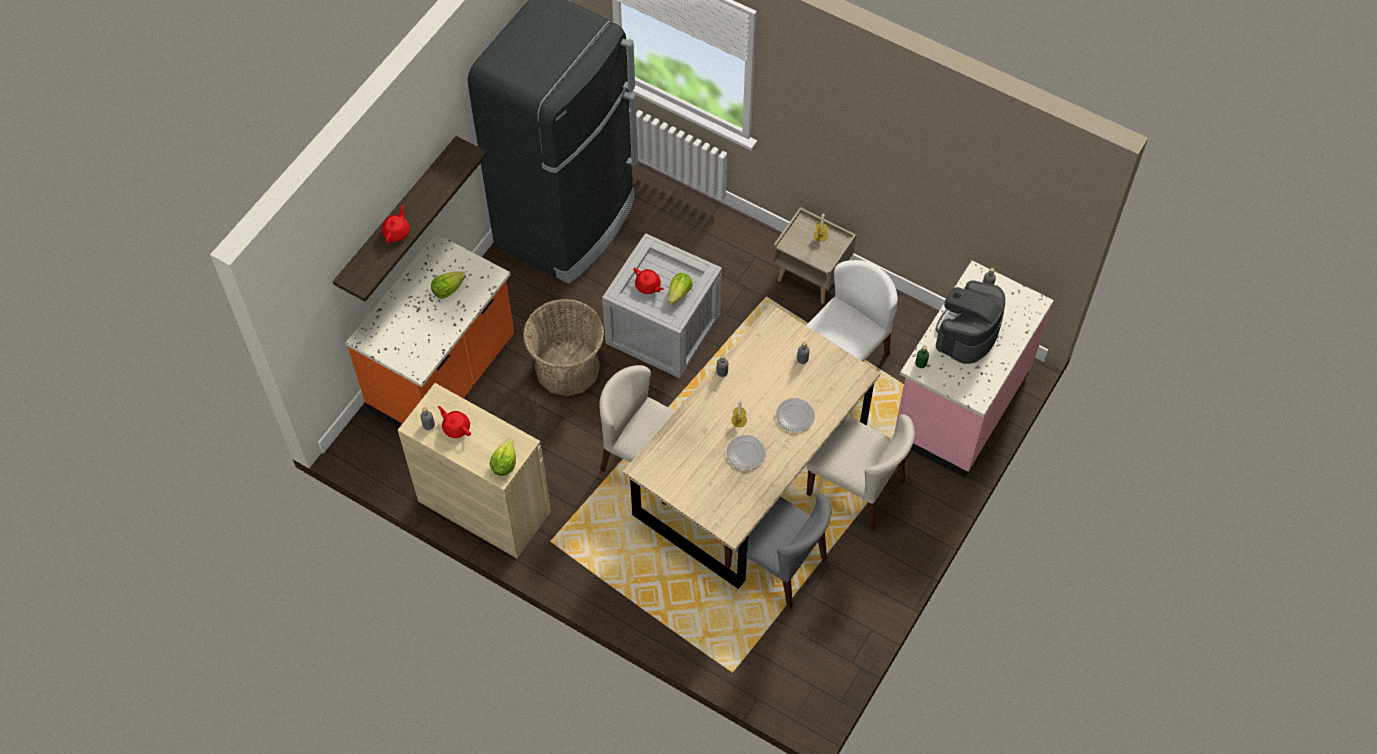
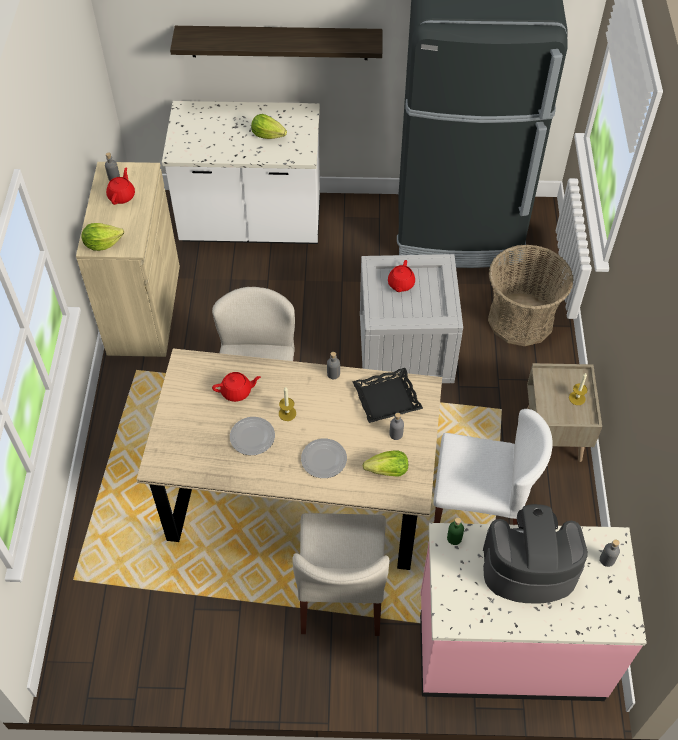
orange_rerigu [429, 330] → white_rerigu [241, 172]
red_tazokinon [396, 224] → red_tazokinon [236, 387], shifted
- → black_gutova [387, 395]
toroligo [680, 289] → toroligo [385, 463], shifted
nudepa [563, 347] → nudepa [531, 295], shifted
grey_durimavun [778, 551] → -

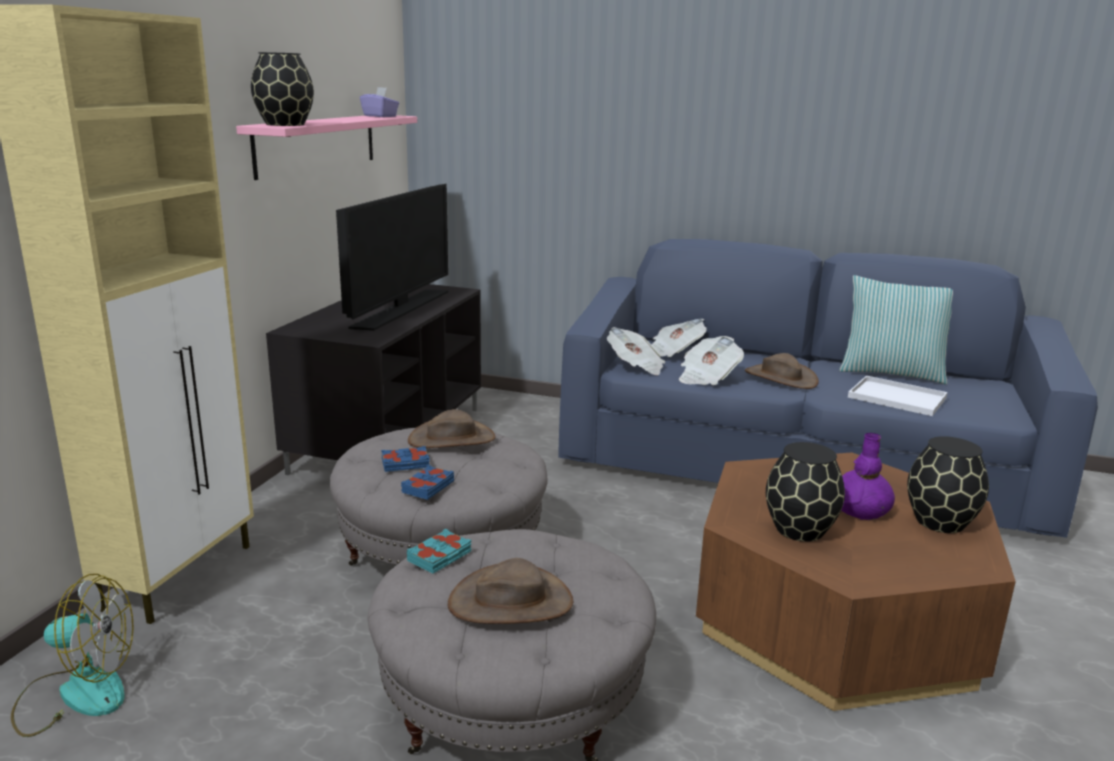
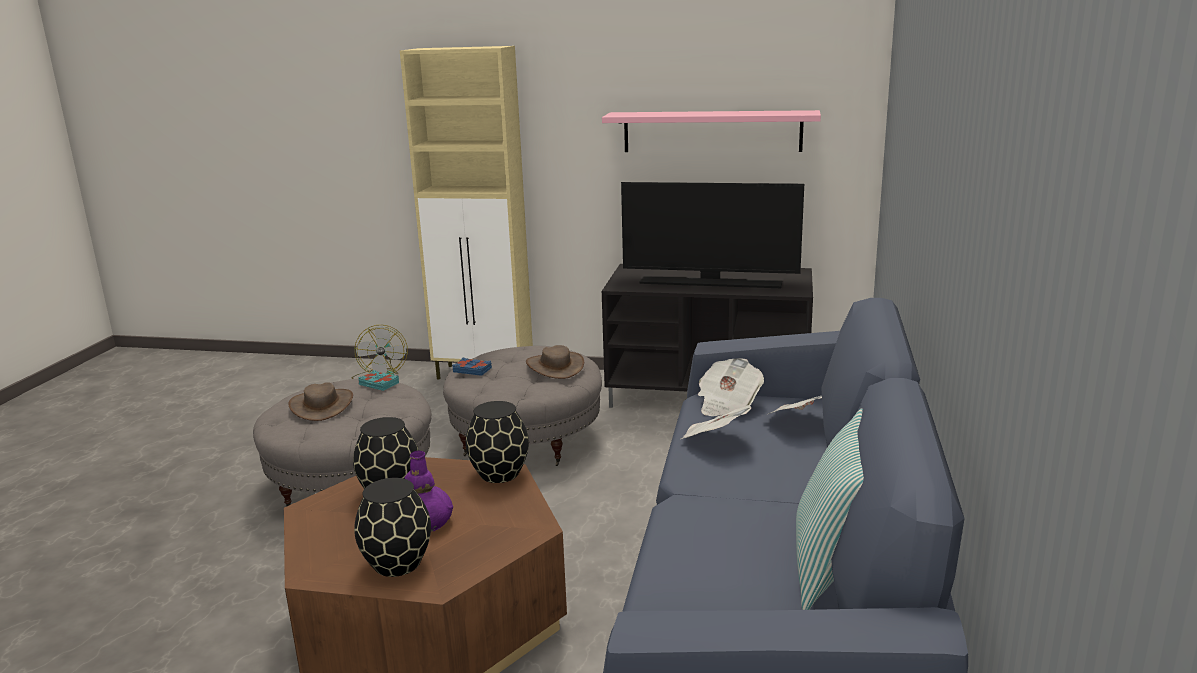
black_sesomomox [282, 89] → black_sesomomox [497, 442], shifted
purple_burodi [379, 102] → -
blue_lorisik [405, 459] → -
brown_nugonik [782, 371] → -
white_gutova [898, 396] → -

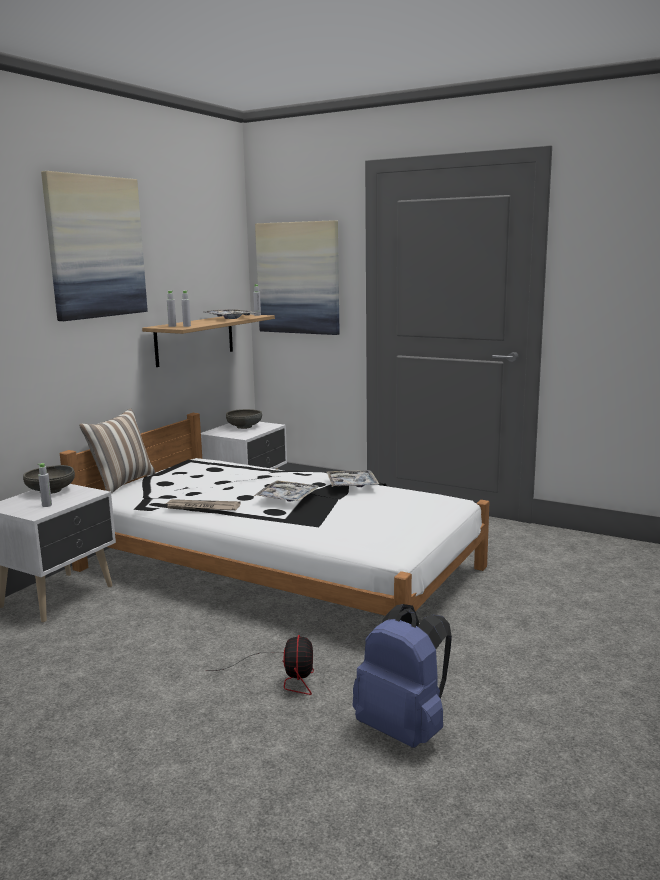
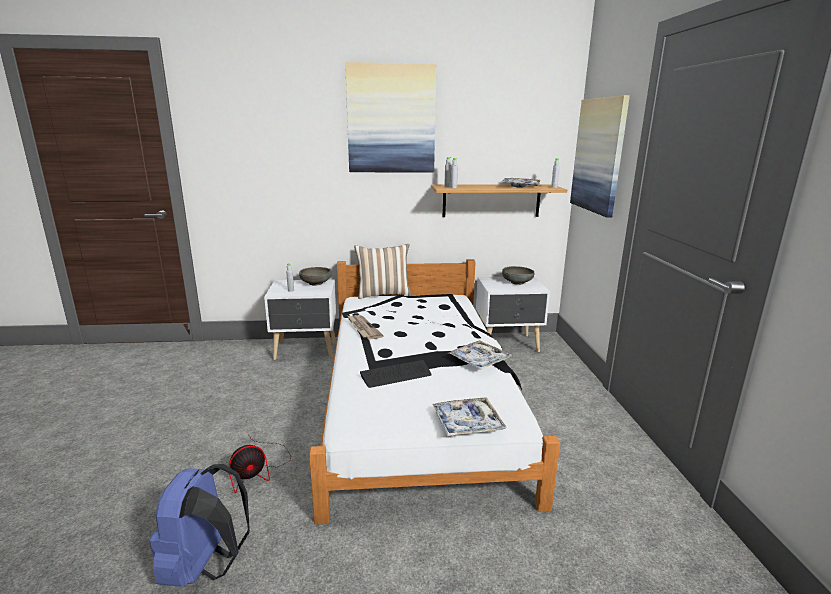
- → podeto [396, 374]
gutova [286, 491] → gutova [469, 416], shifted

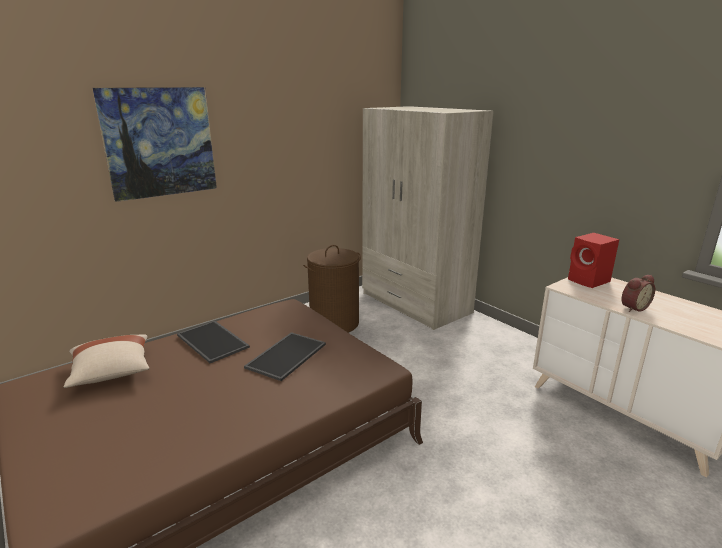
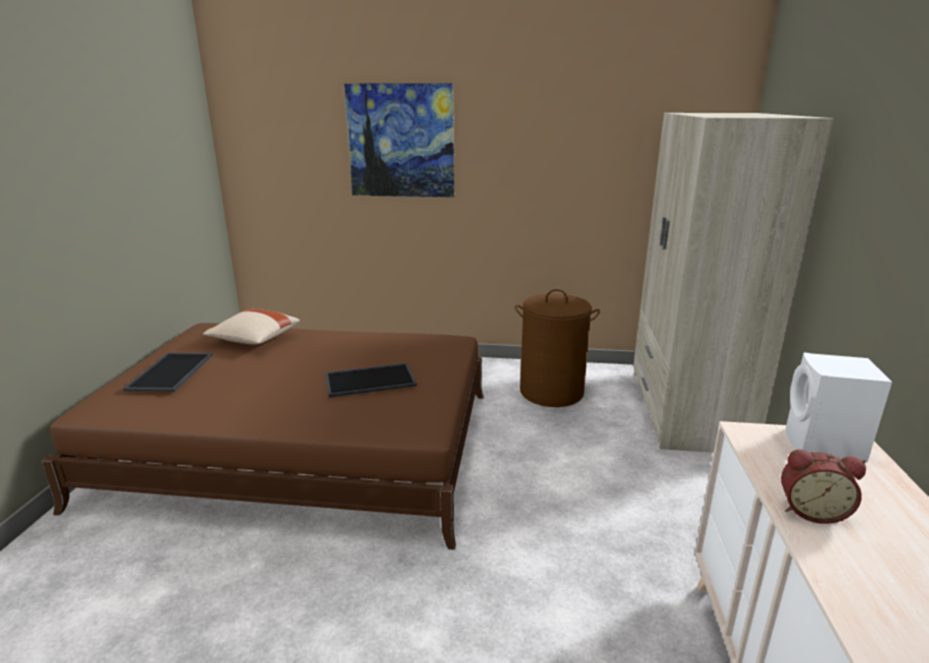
gutova [213, 342] → gutova [168, 372], shifted
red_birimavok [593, 260] → white_birimavok [839, 408]

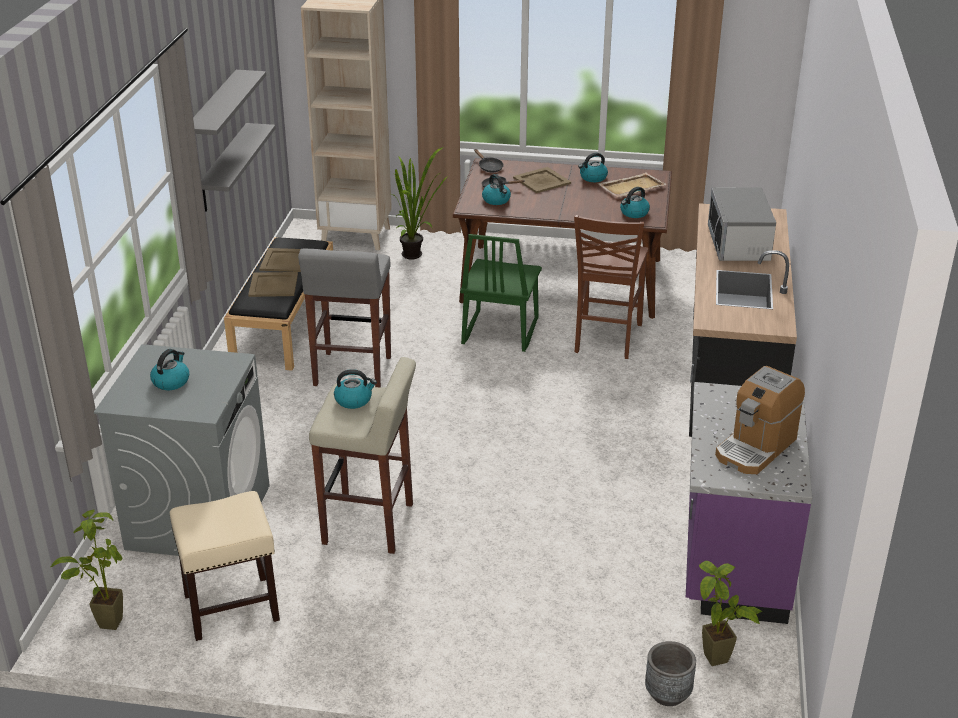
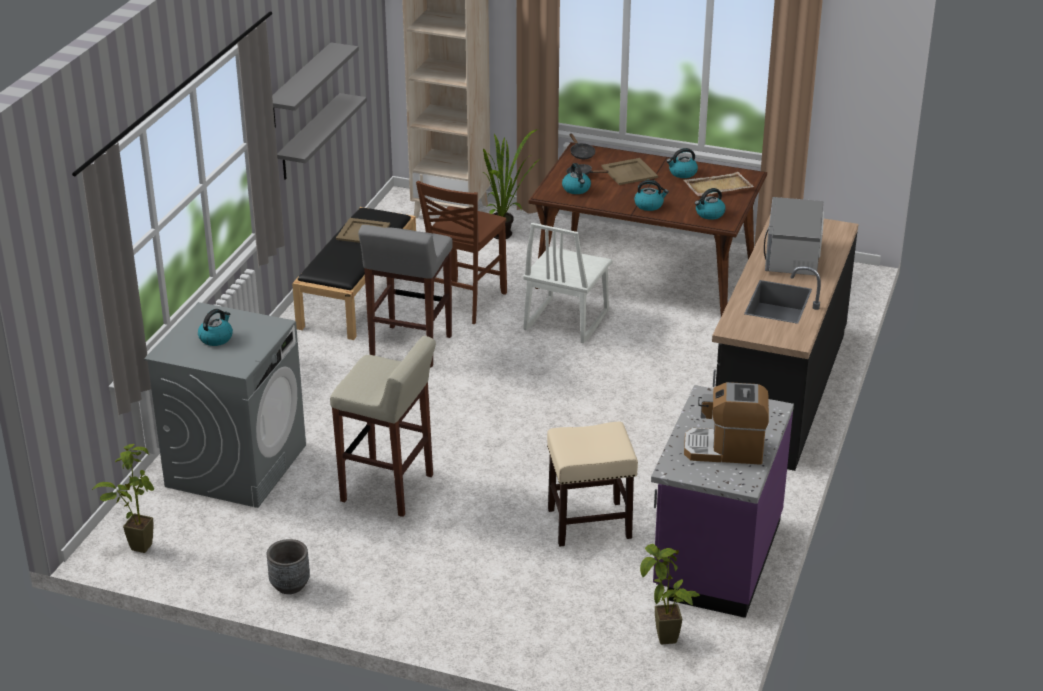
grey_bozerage [670, 673] → grey_bozerage [288, 566], shifted
brown_durimavun [611, 287] → brown_durimavun [461, 252], shifted
green_durimavun [501, 293] → white_durimavun [567, 283]
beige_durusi [225, 566] → beige_durusi [592, 484], shifted
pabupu [355, 389] → pabupu [651, 195], shifted
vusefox [760, 420] → vusefox [726, 423], 45 degrees clockwise
beige_gutova [273, 284] → -

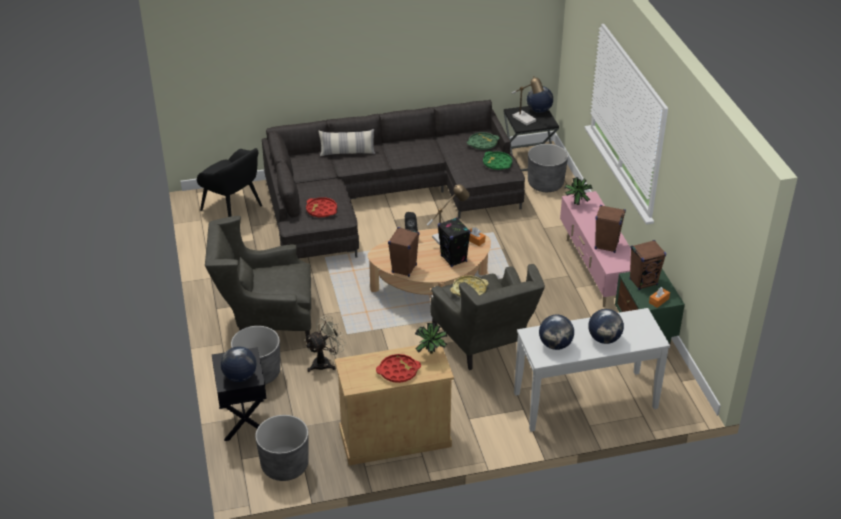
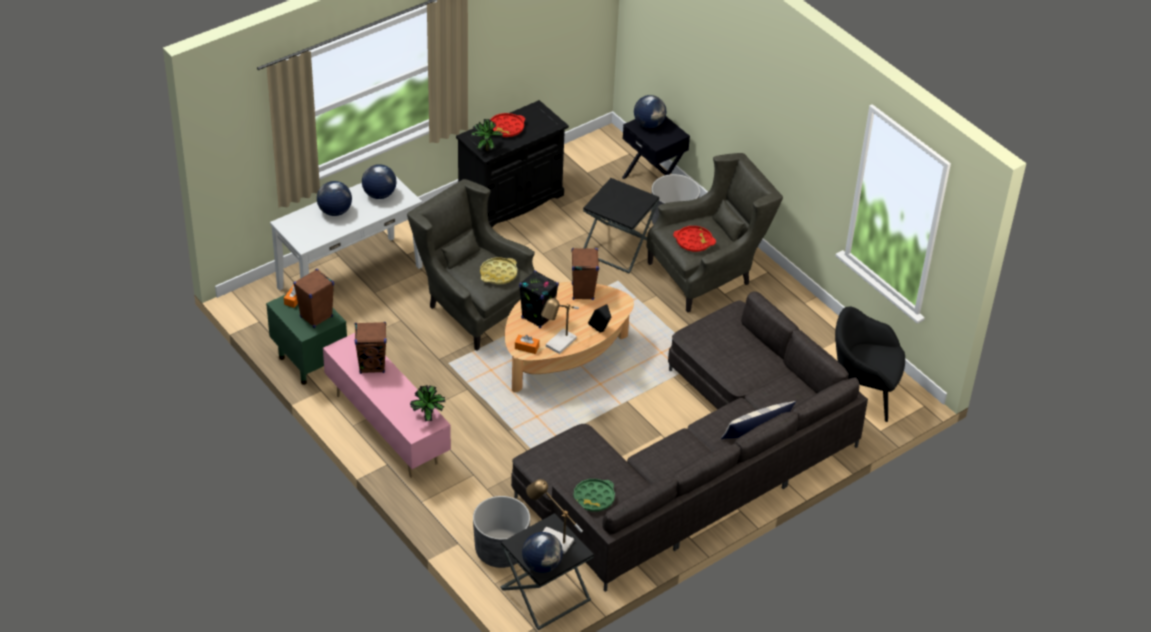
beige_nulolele [394, 405] → black_nulolele [512, 163]
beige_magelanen [325, 344] → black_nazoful [621, 225]
red_gutova [321, 207] → red_gutova [694, 239], shifted
grey_bozerage [282, 448] → -
green_gutova [497, 160] → -

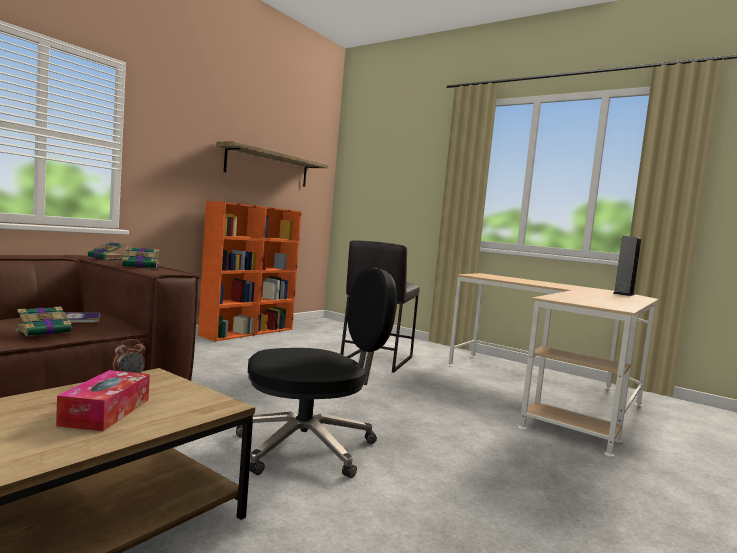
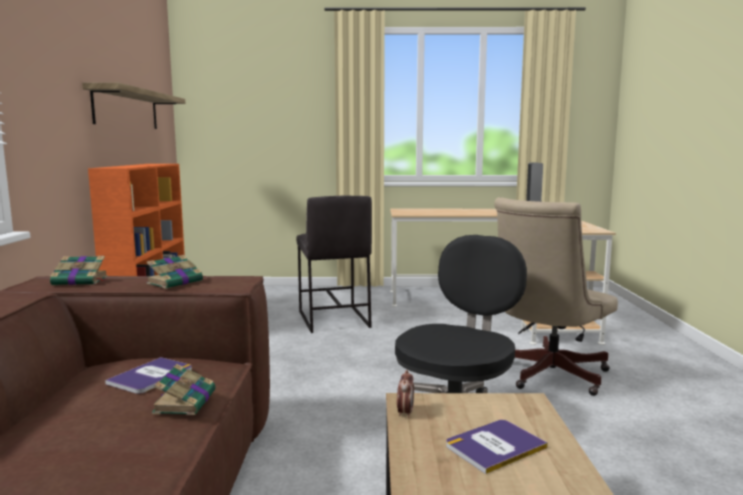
burodi [103, 400] → lorisik [497, 447]
- → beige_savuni [556, 296]

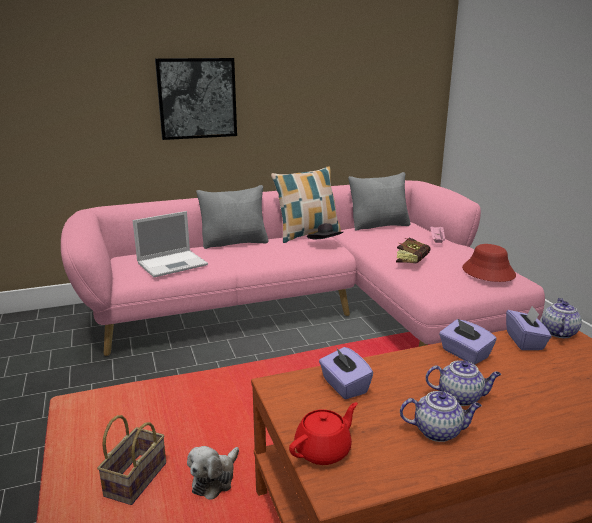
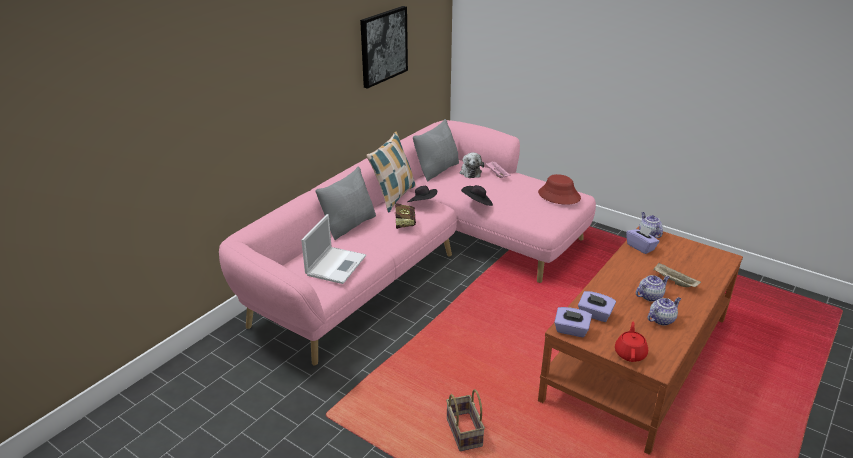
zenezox [196, 99] → zenezox [384, 47], shifted
lorisik [413, 250] → lorisik [405, 216], shifted
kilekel [213, 473] → kilekel [472, 165], shifted
- → black_nugonik [477, 195]
purple_burodi [467, 341] → purple_burodi [573, 322], shifted
- → beige_gutova [677, 275]

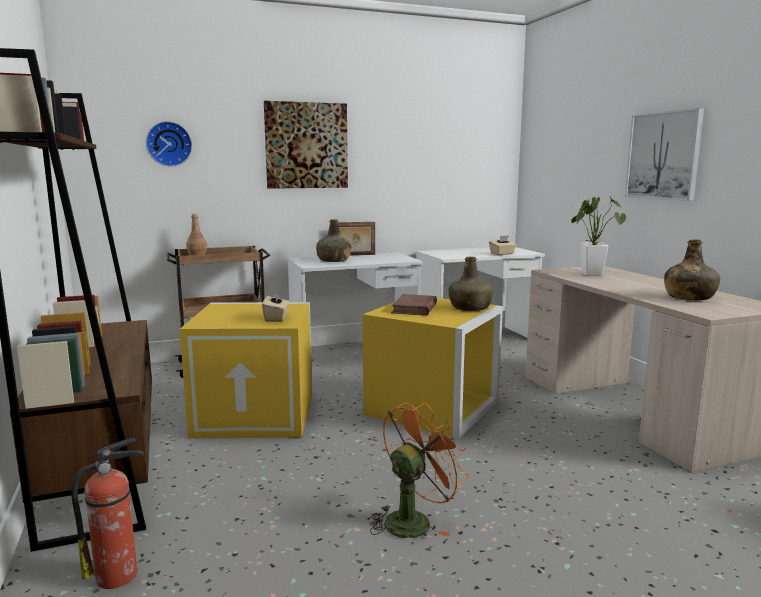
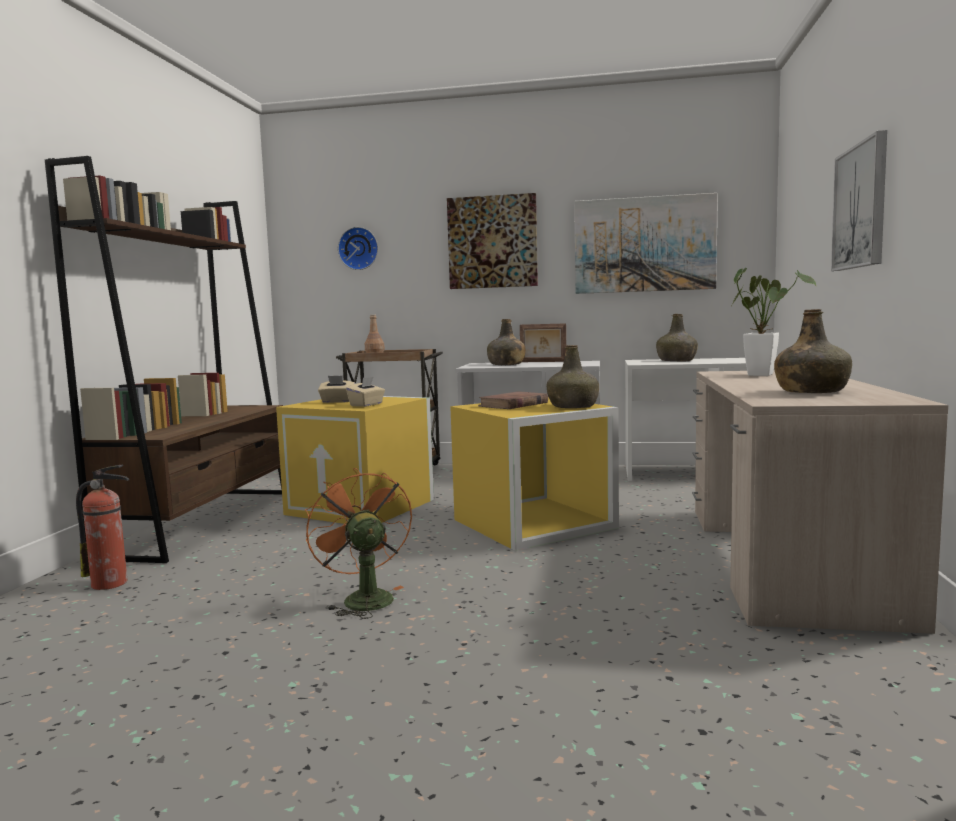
orange_magelanen [419, 470] → orange_magelanen [358, 543], 105 degrees counterclockwise
beige_burodi [502, 245] → beige_burodi [336, 389], shifted
- → zenezox [646, 243]
- → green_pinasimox [677, 338]

